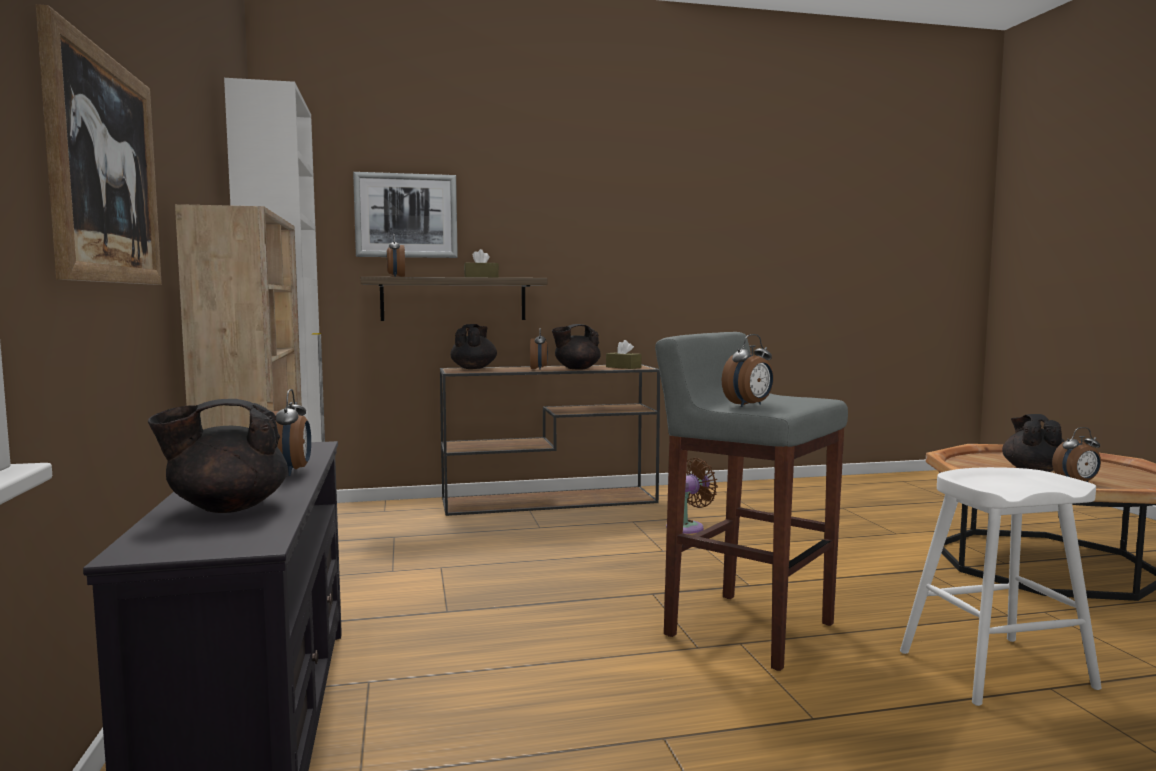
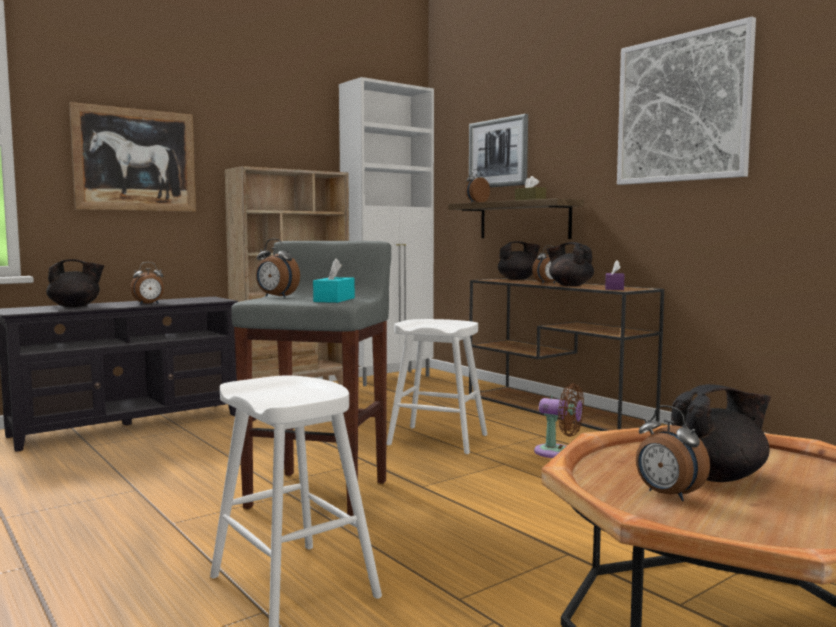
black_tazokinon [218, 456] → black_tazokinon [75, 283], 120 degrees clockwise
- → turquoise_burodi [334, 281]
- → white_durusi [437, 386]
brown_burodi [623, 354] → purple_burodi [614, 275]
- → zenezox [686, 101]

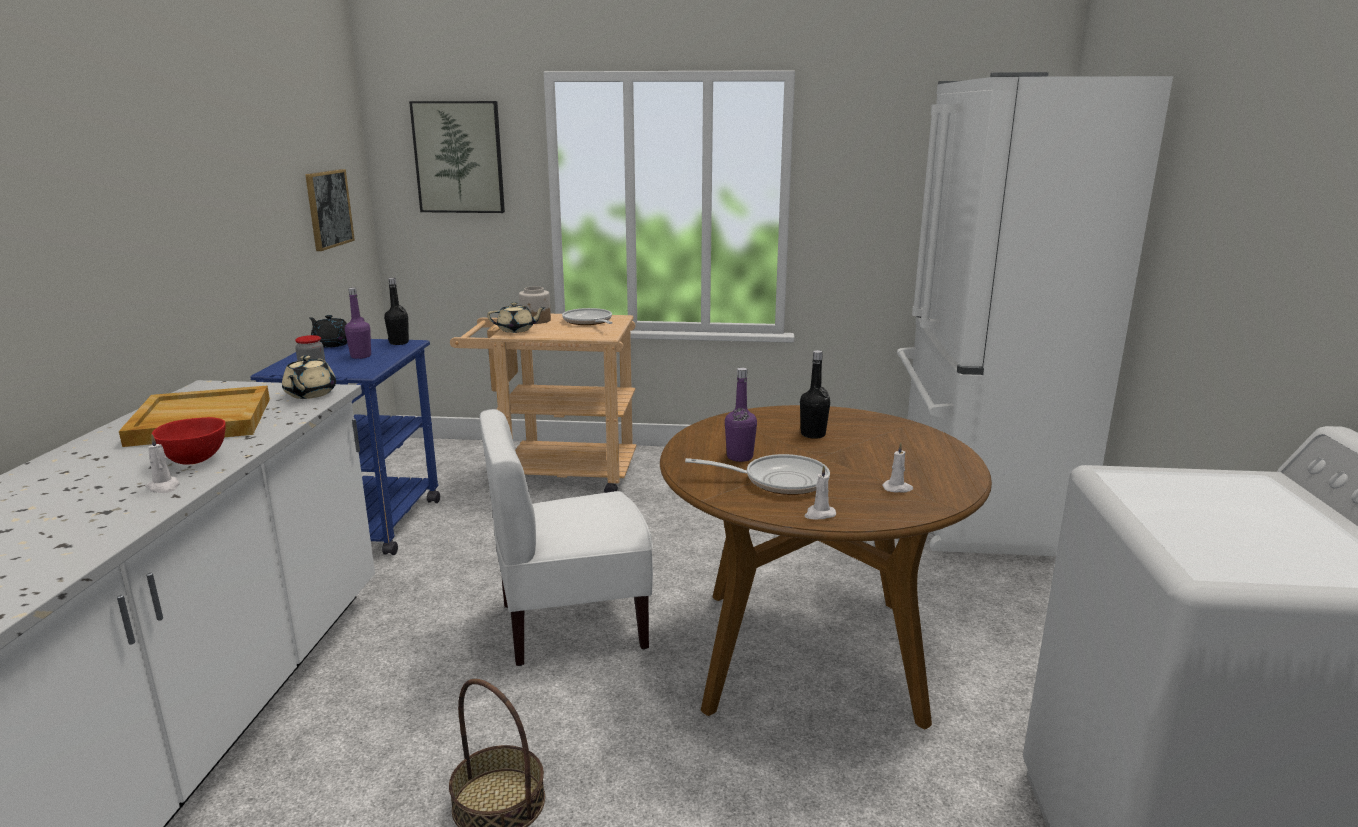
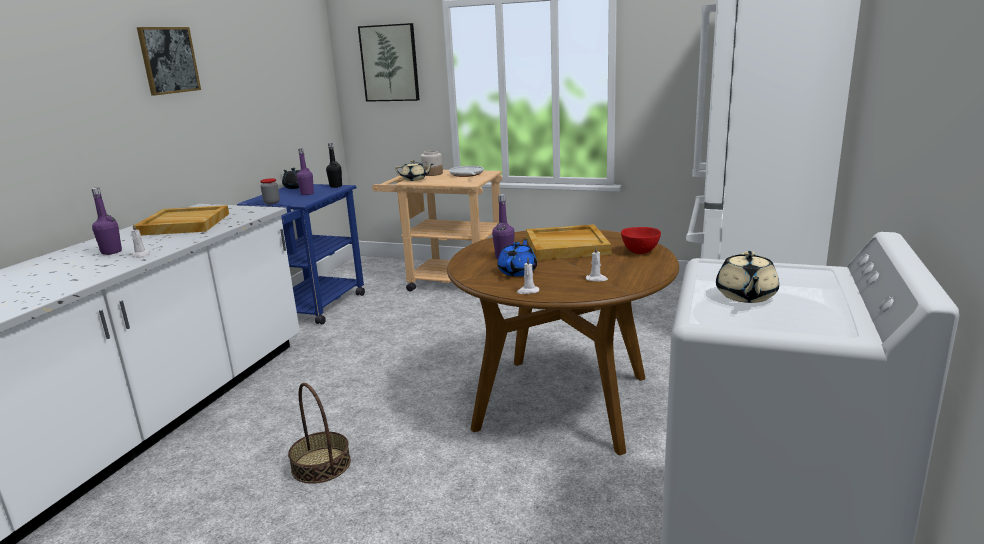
- → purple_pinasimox [107, 221]
zenezox [330, 210] → zenezox [169, 61], shifted
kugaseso [757, 474] → blue_tazokinon [517, 257]
black_pinasimox [815, 394] → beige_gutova [569, 242]
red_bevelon [189, 441] → red_bevelon [641, 240], shifted
beige_tazokinon [309, 377] → beige_tazokinon [747, 277], shifted
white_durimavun [566, 537] → -

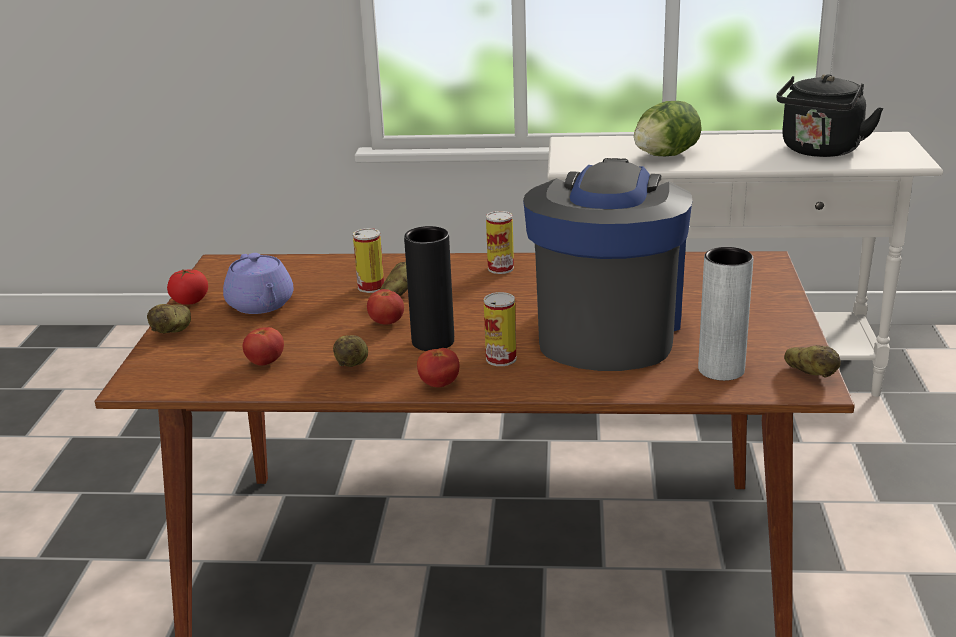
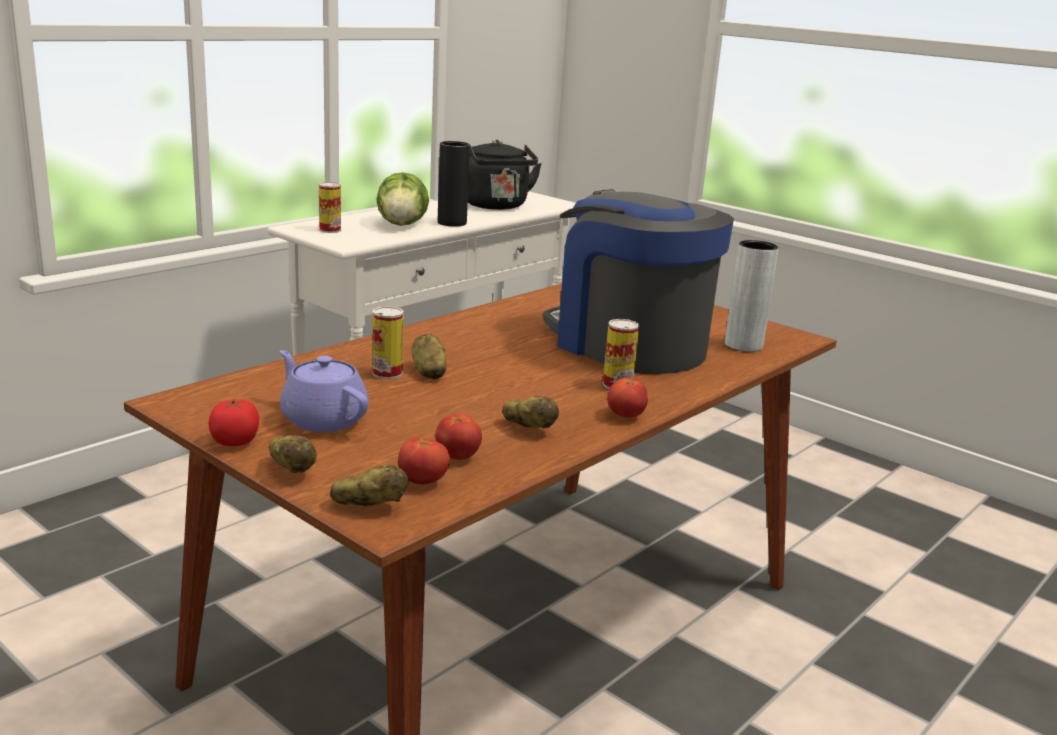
purple_tazokinon [258, 283] → purple_tazokinon [324, 391], 150 degrees counterclockwise
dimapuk [500, 242] → dimapuk [330, 207], shifted
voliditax [812, 361] → voliditax [369, 485], shifted
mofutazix [385, 307] → mofutazix [424, 461], shifted
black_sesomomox [429, 288] → black_sesomomox [454, 184], shifted

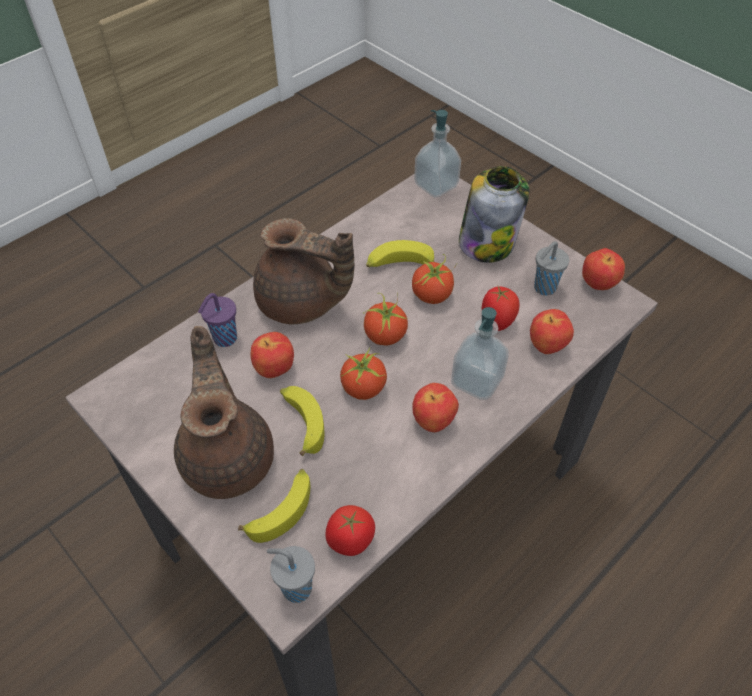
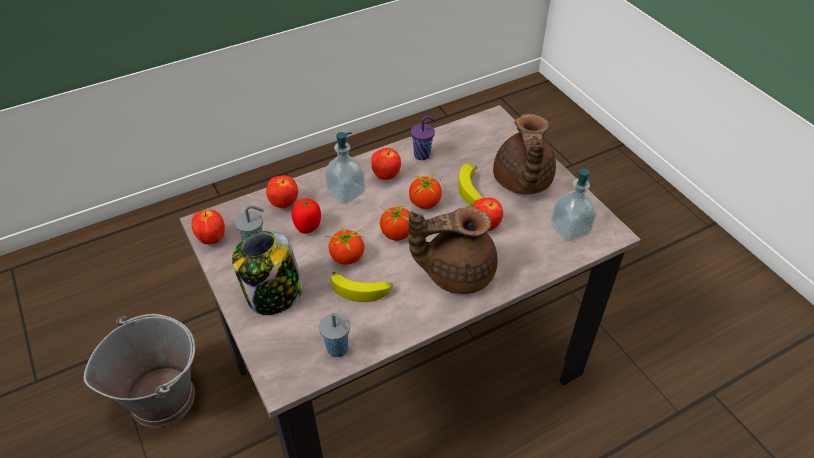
- → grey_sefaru [139, 371]
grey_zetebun [291, 574] → grey_zetebun [334, 335], shifted
brown_tazokinon [303, 271] → brown_tazokinon [453, 250], 45 degrees counterclockwise
purple_zetebun [217, 320] → purple_zetebun [423, 138], shifted
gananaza [437, 154] → gananaza [574, 204], shifted
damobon [274, 506] → -
mofutazix [350, 530] → -

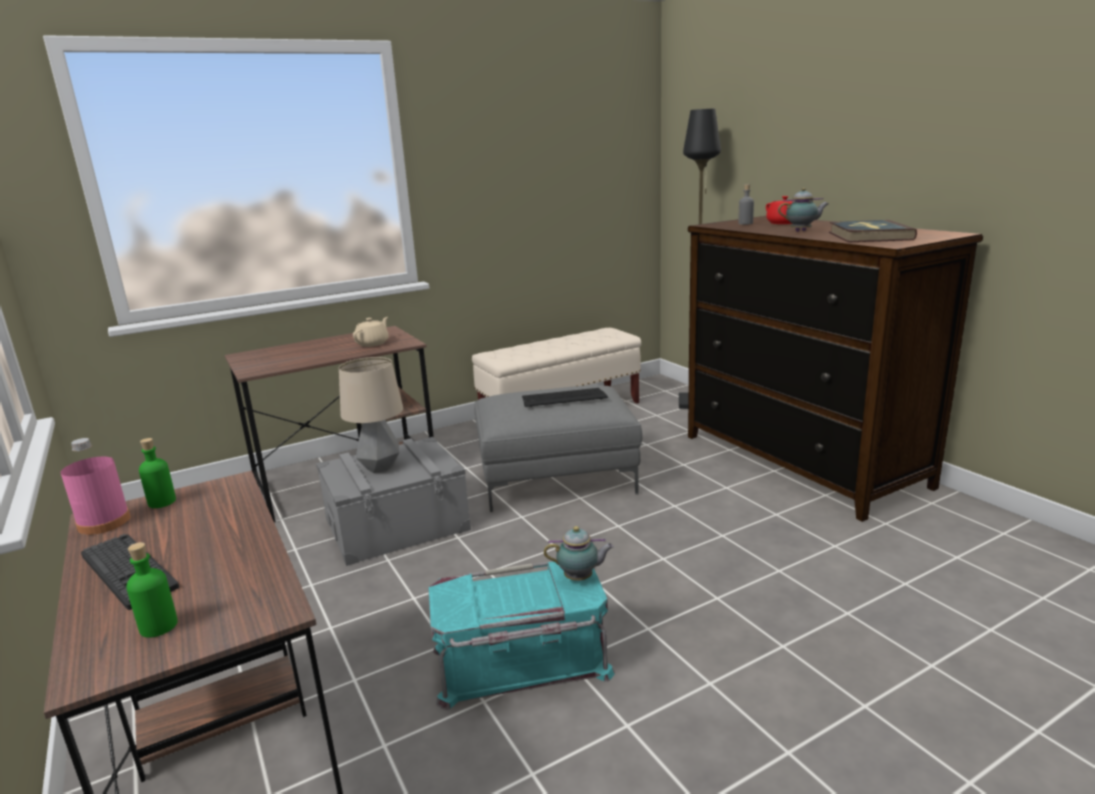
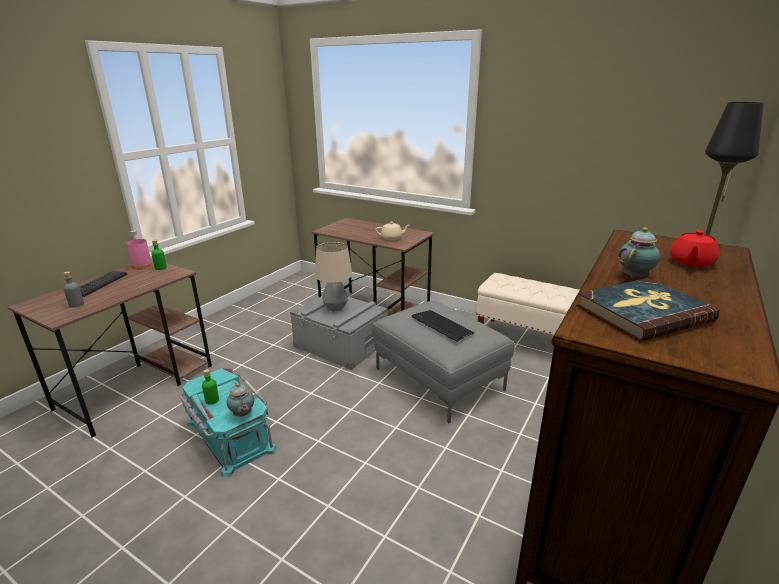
grey_pinasimox [746, 204] → grey_pinasimox [73, 290], shifted
green_pinasimox [152, 590] → green_pinasimox [210, 387], shifted
tazokinon [803, 210] → tazokinon [639, 253], 105 degrees counterclockwise

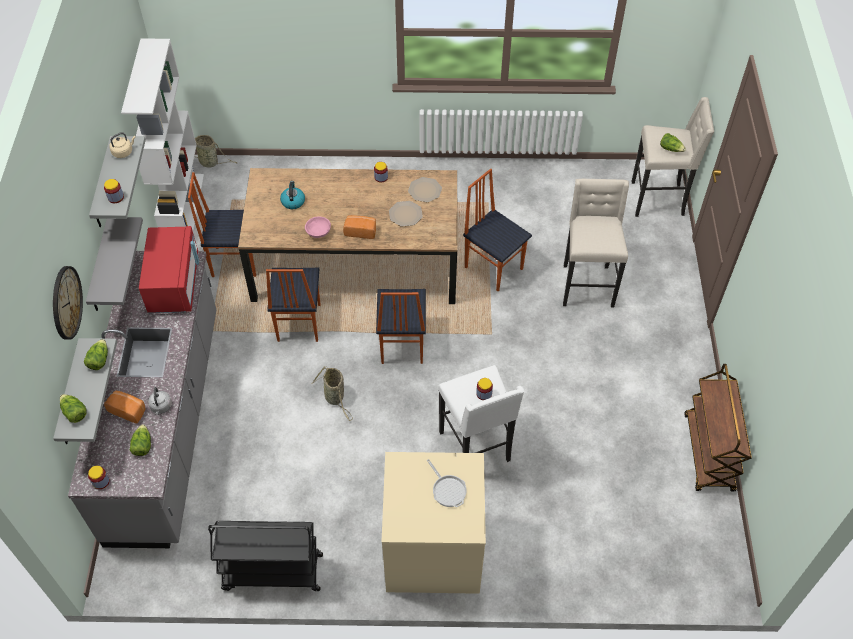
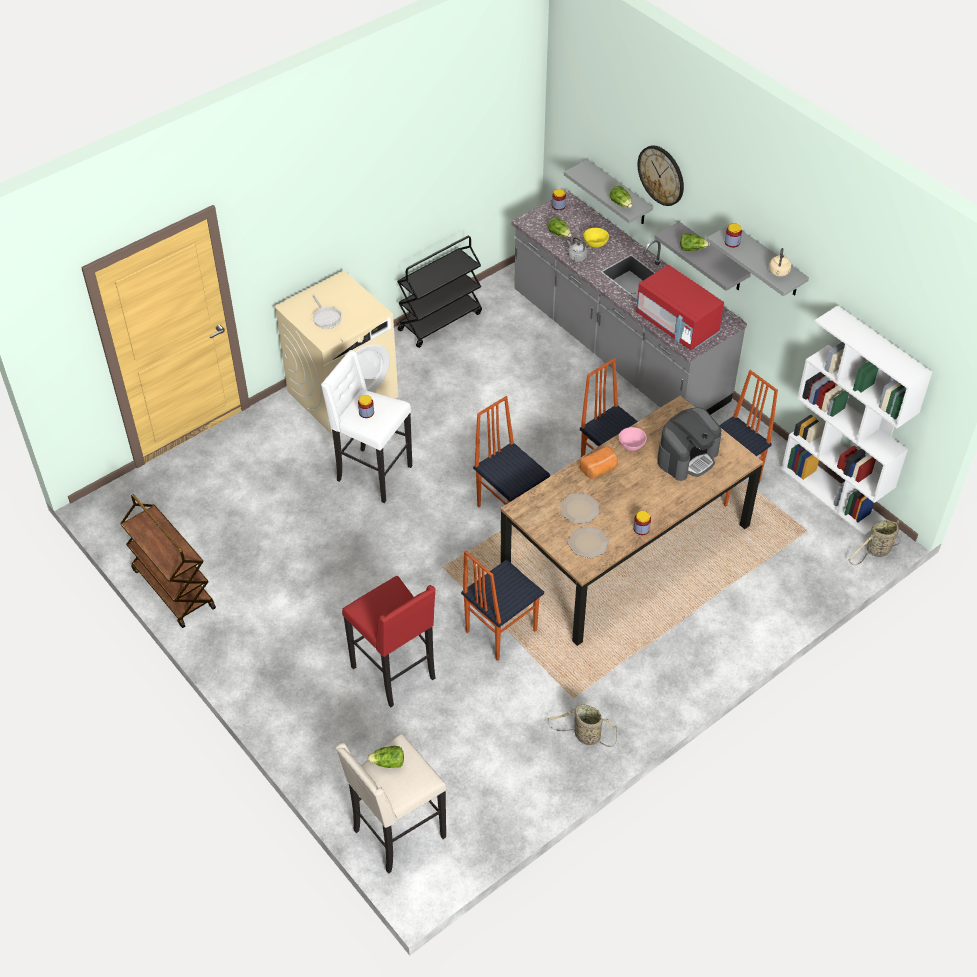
kugaseso [447, 483] → kugaseso [327, 312], 135 degrees counterclockwise
beige_durusi [596, 243] → red_durusi [389, 641]
durimavun [497, 230] → durimavun [502, 605], 135 degrees clockwise
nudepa [332, 393] → nudepa [582, 725], shifted
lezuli [124, 407] → yellow_bevelon [596, 238]
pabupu [292, 195] → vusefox [689, 444]
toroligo [73, 408] → toroligo [695, 242], shifted

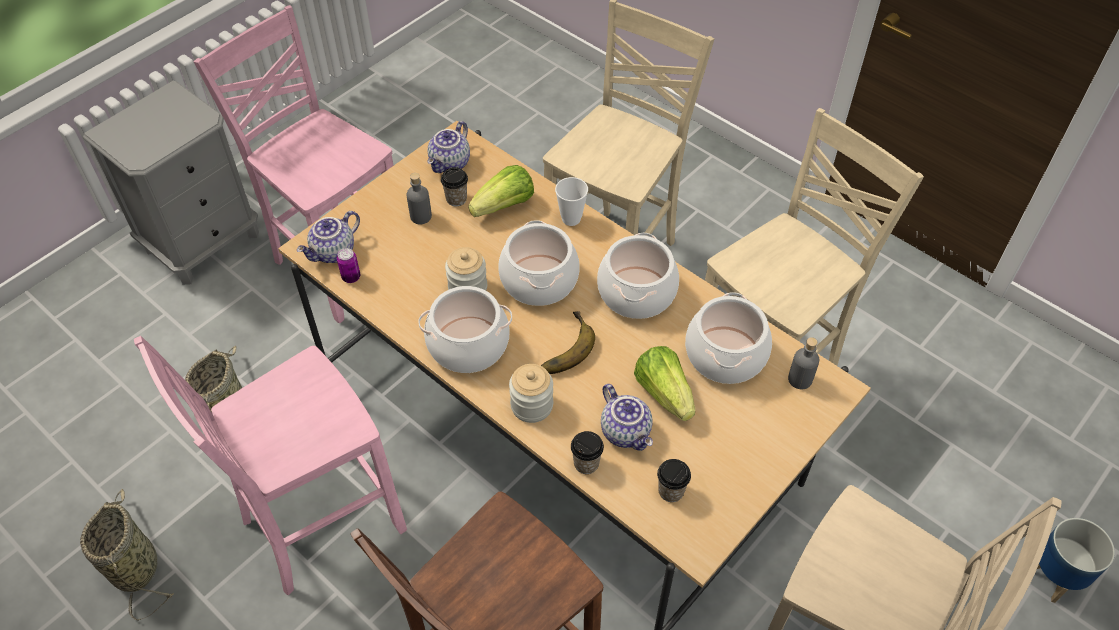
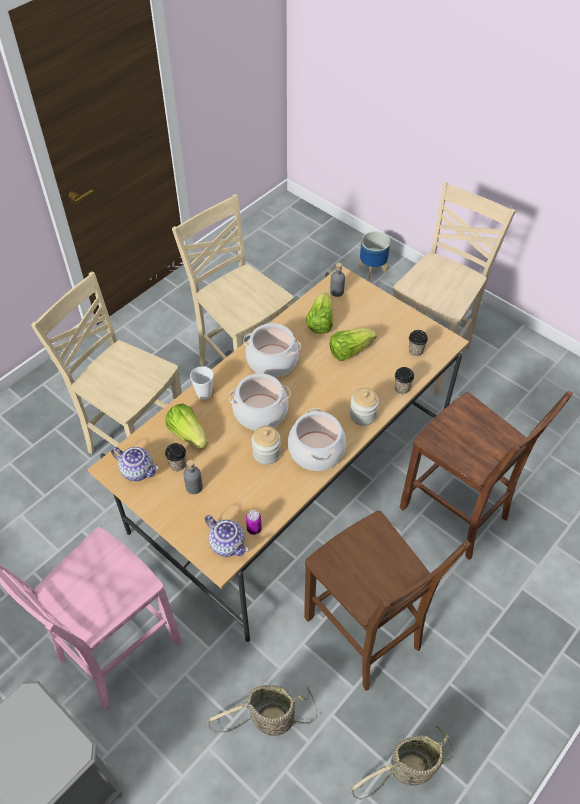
pink_durimavun [270, 465] → brown_durimavun [387, 601]
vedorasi [728, 338] → toroligo [319, 313]
damobon [568, 342] → -
tazokinon [627, 417] → -

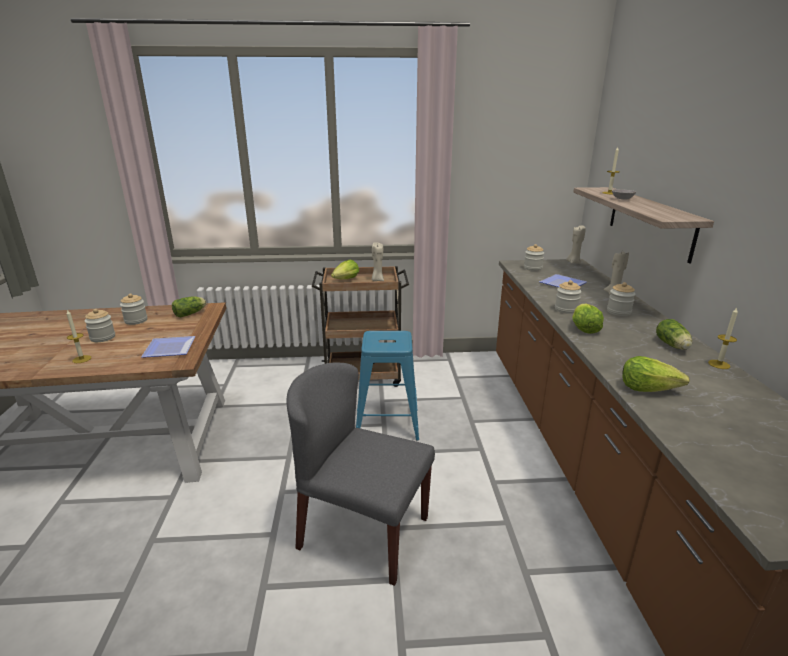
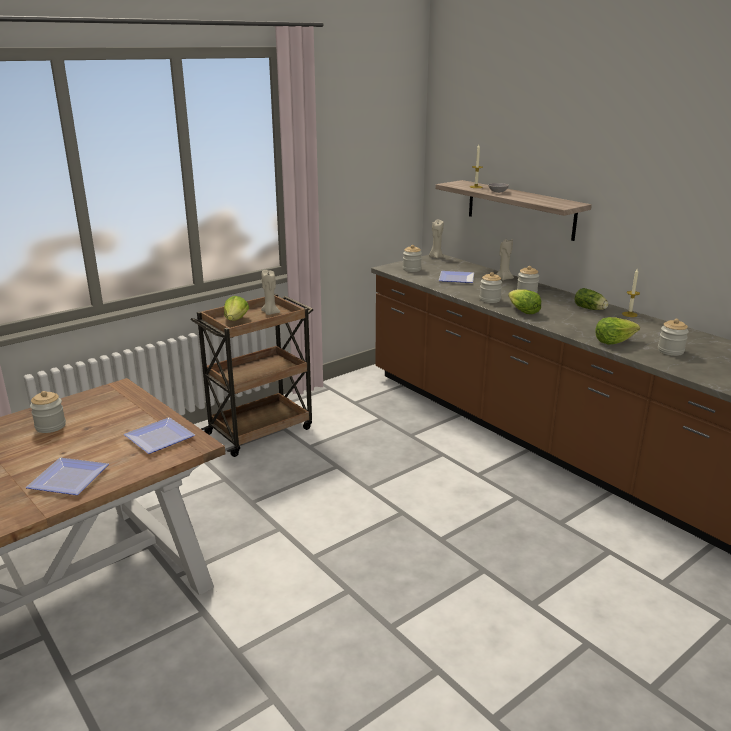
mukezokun [78, 336] → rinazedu [67, 476]
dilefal [99, 325] → dilefal [673, 337], shifted
toroligo [189, 306] → -
grey_durimavun [360, 474] → -
blue_durusi [387, 386] → -

